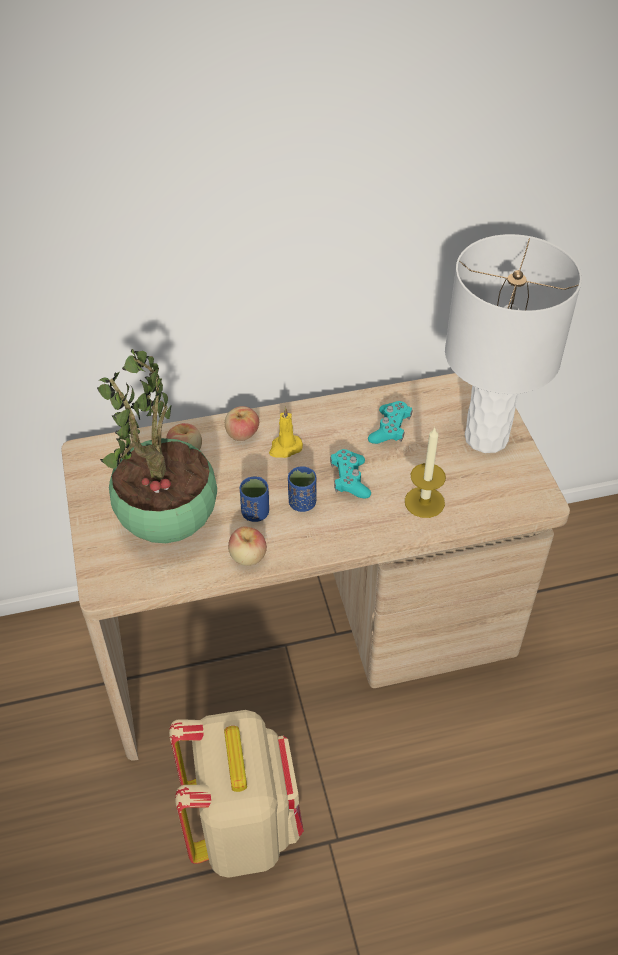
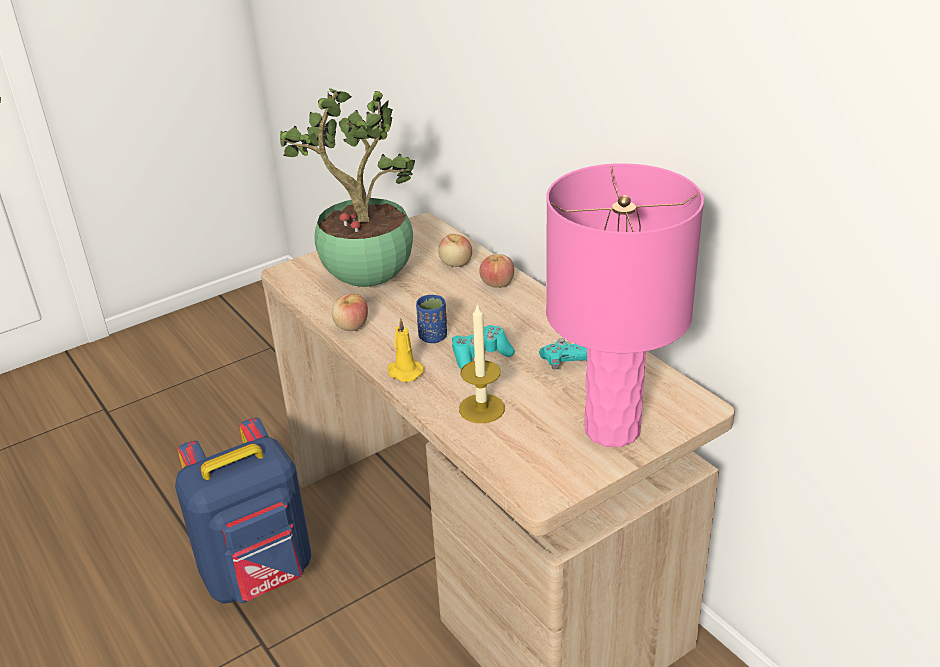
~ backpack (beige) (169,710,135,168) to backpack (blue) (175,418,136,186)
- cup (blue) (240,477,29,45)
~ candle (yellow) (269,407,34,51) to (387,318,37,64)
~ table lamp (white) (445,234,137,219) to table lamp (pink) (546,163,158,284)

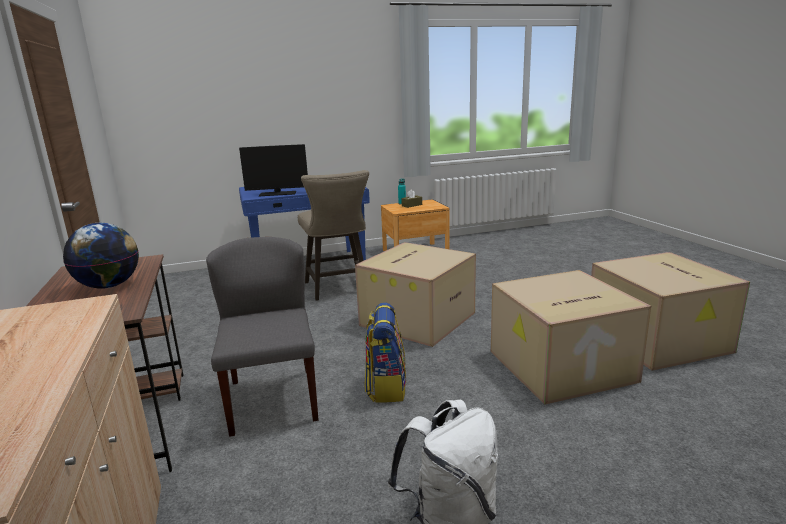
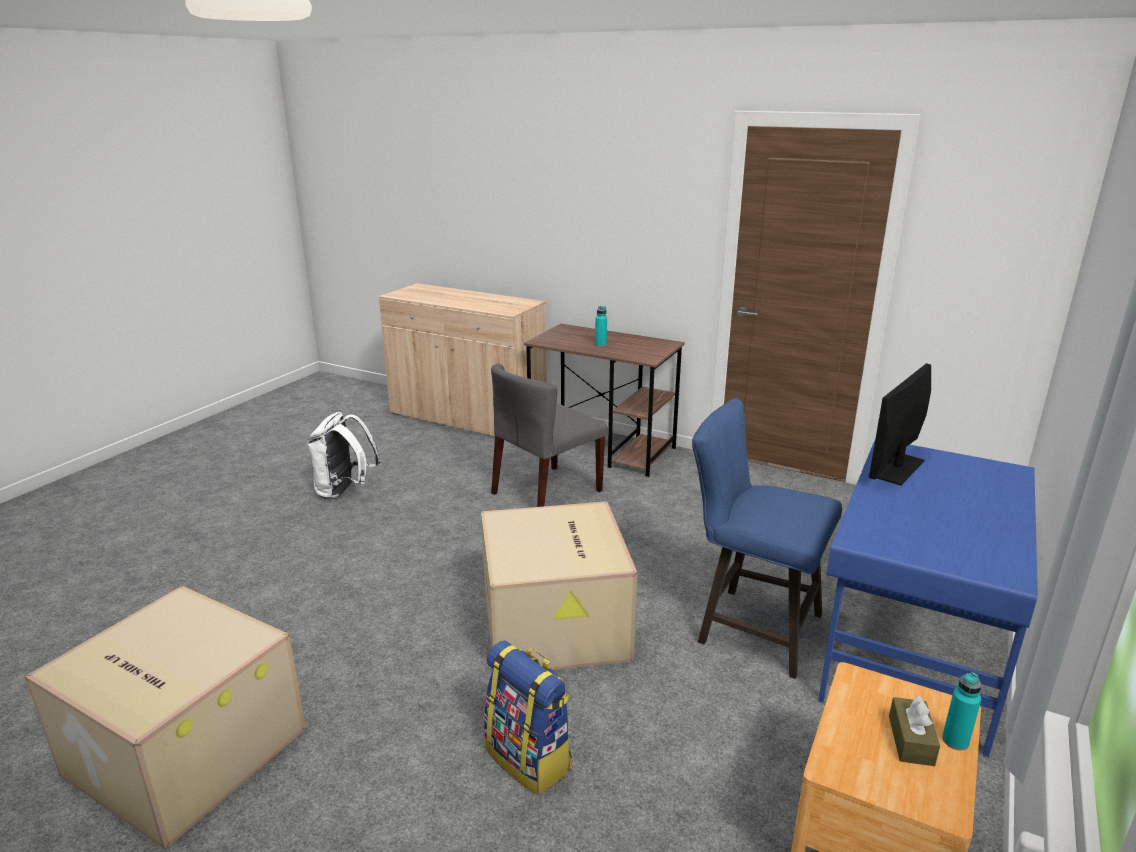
~ globe (63,223,76,66) to bottle (turquoise) (595,306,12,41)
~ chair (grey) (206,237,113,200) = (491,364,117,143) 105 degrees clockwise
~ stool (beige) (298,170,71,131) to stool (blue) (692,398,150,281)
~ backpack (365,303,41,99) to (484,640,88,155)
- cardboard box (491,270,160,135)

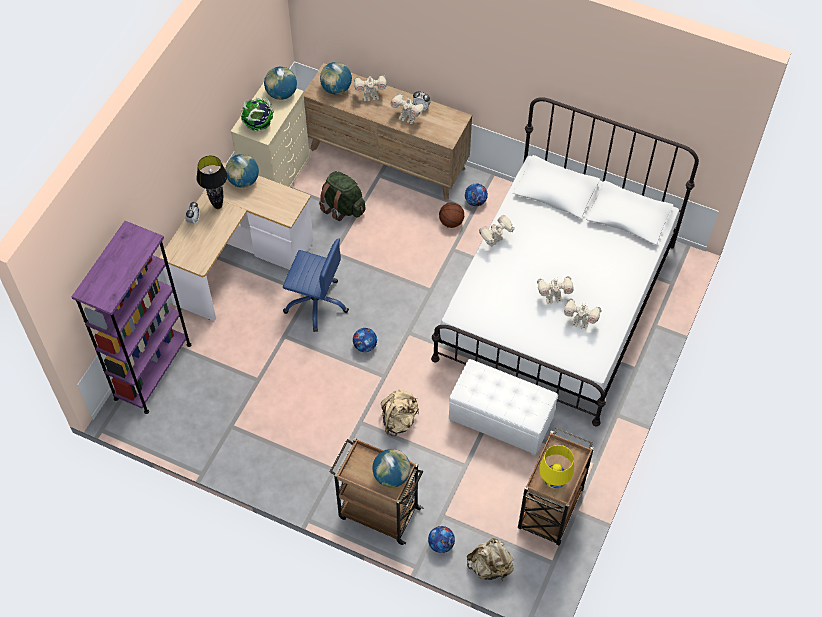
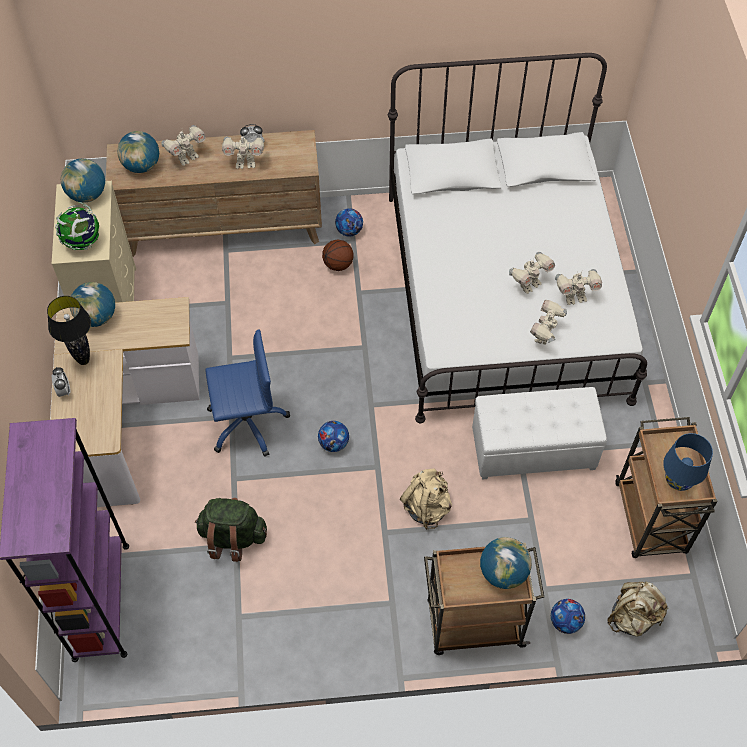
~ backpack (green) (319,171,47,50) to (195,498,72,64)
~ toy robot (479,215,36,32) to (530,300,37,45)
~ table lamp (yellow) (539,445,35,44) to table lamp (blue) (663,433,50,58)

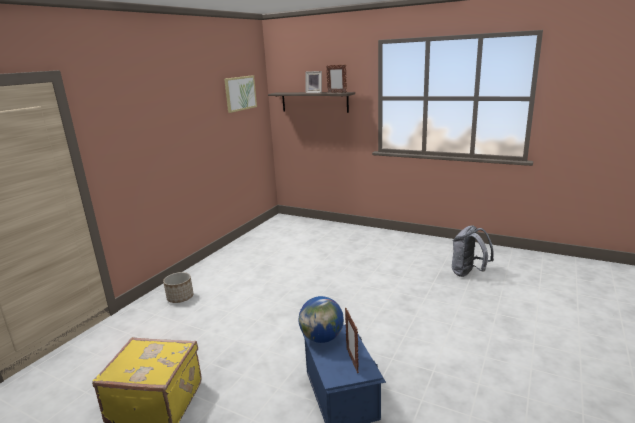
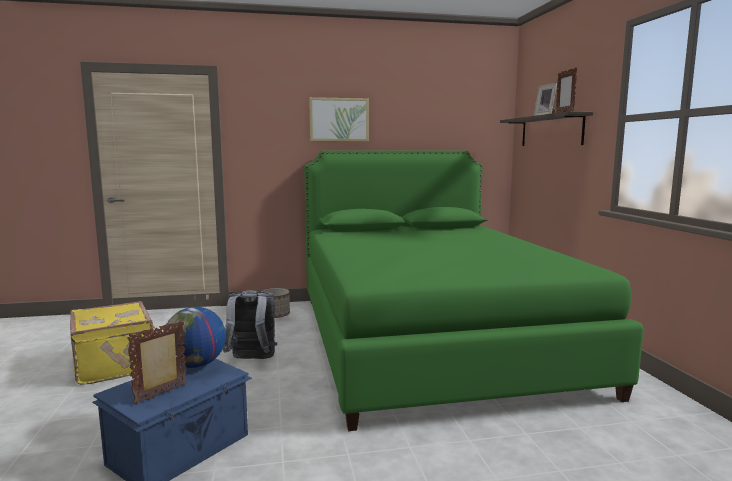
~ picture (224,75,33,38) to (309,97,60,44)
~ backpack (grey) (452,225,42,52) to (223,290,54,69)
+ bed (green) (304,151,340,280)

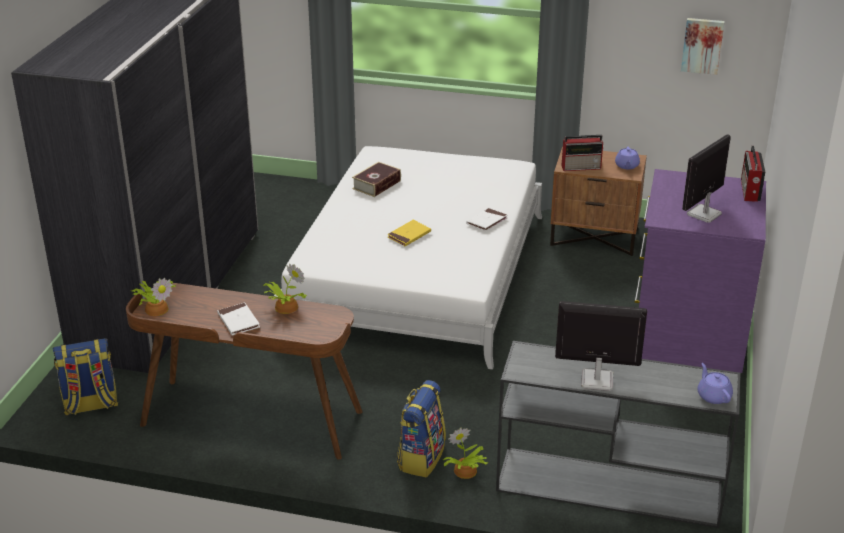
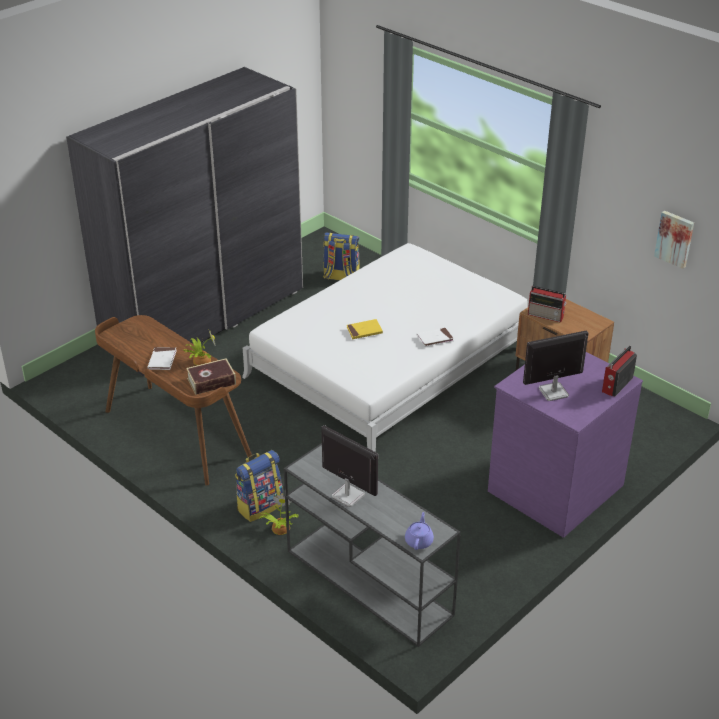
~ backpack (52,338,66,77) to (323,232,37,48)
- potted plant (132,277,44,39)
~ book (352,162,49,35) to (186,358,50,37)
- teapot (purple) (615,147,25,22)

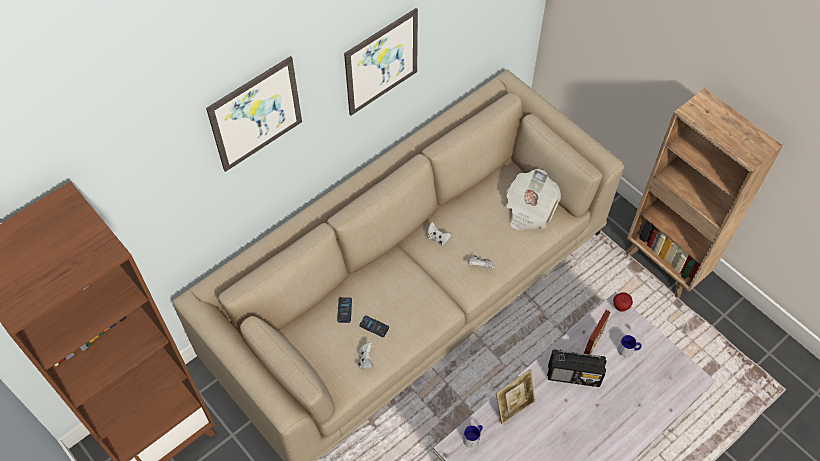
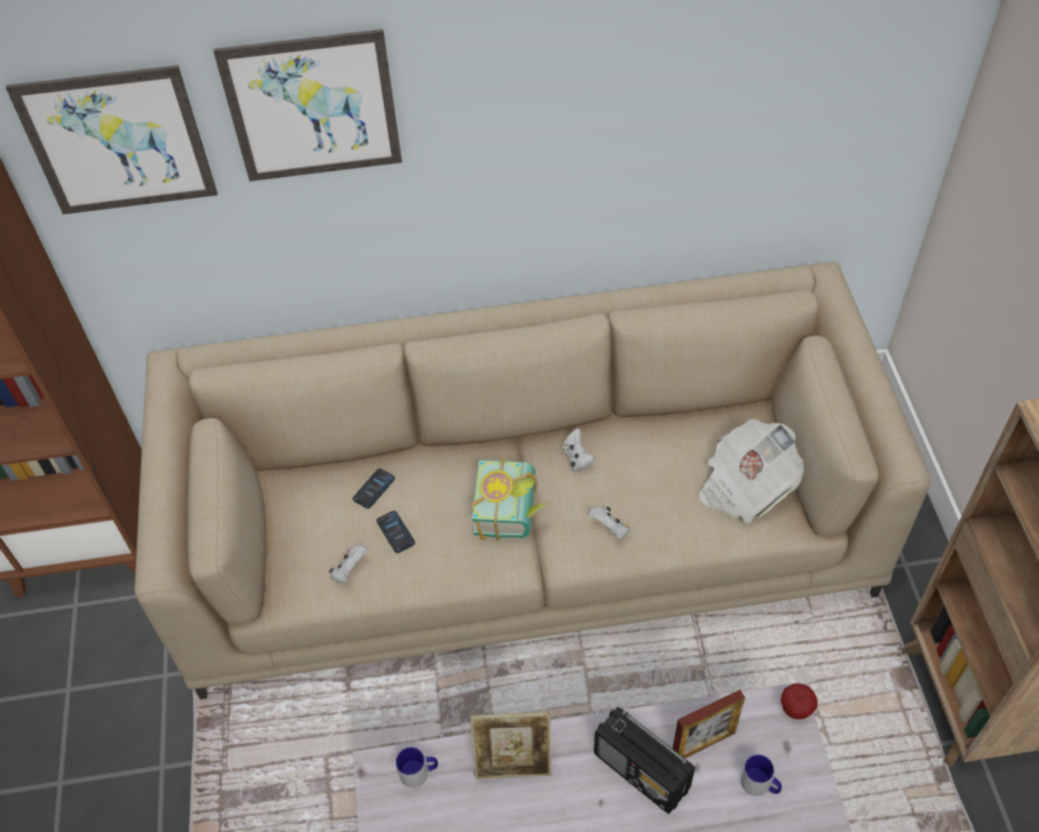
~ picture (344,8,74,107) to (6,65,211,149)
+ book (471,458,77,82)

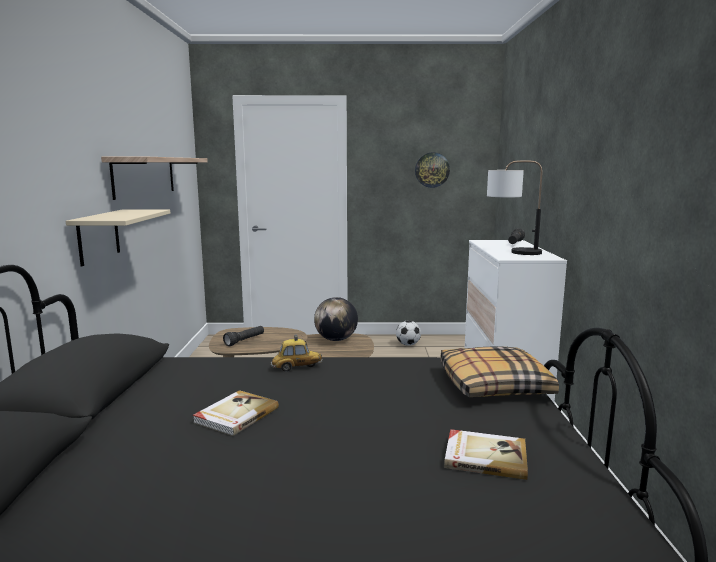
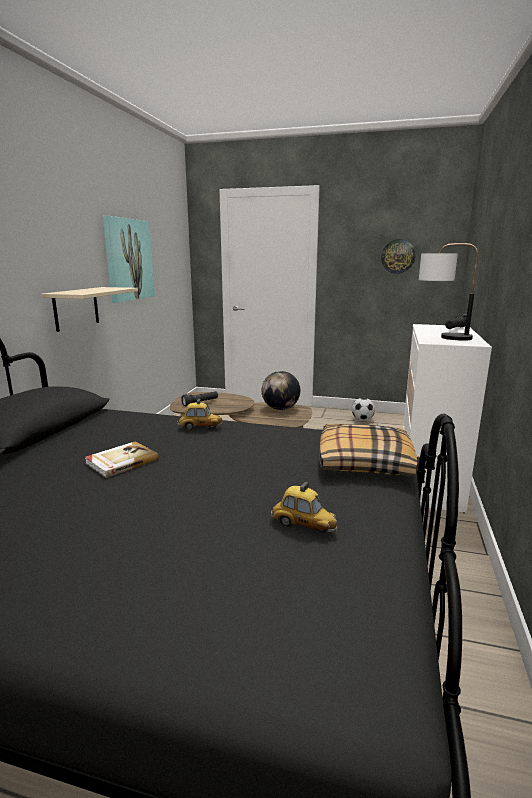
~ shelf (101,157,107,43) to picture (103,215,52,88)
~ book (444,429,84,51) to toy car (271,482,68,51)

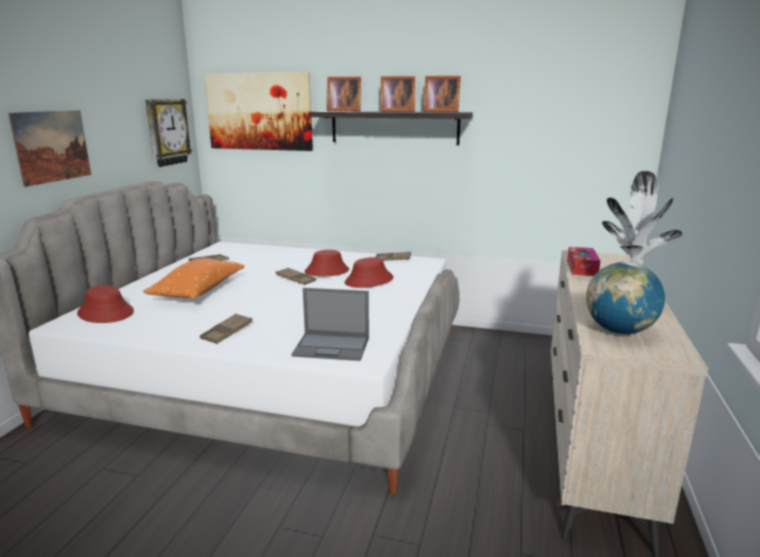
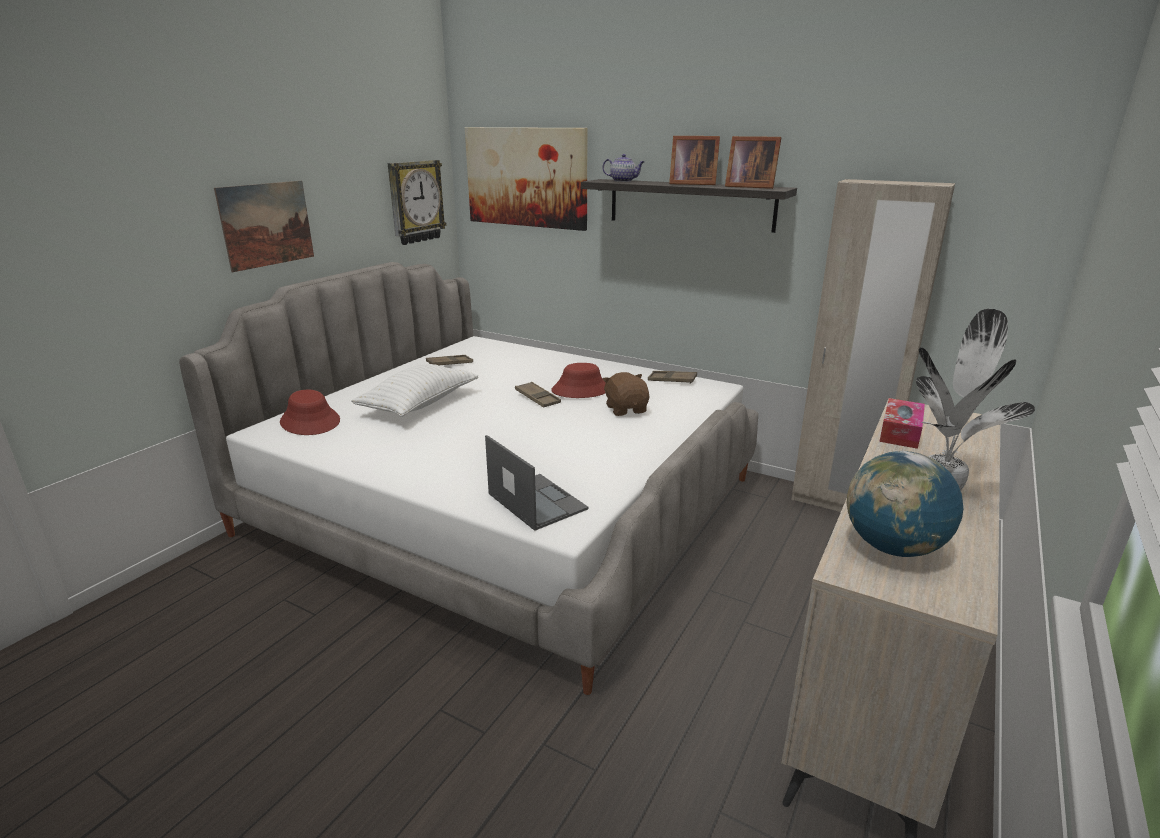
~ pillow (orange) (143,258,101,41) to pillow (white) (351,364,127,53)
- tray (brown) (200,314,52,30)
~ laptop (291,288,78,73) = (485,435,103,96) 150 degrees counterclockwise
~ picture frame (327,77,34,34) to teapot (602,154,42,28)
~ hat (red) (345,257,49,31) to plush toy (brown) (602,372,47,44)
+ wardrobe (beige) (791,179,164,333)

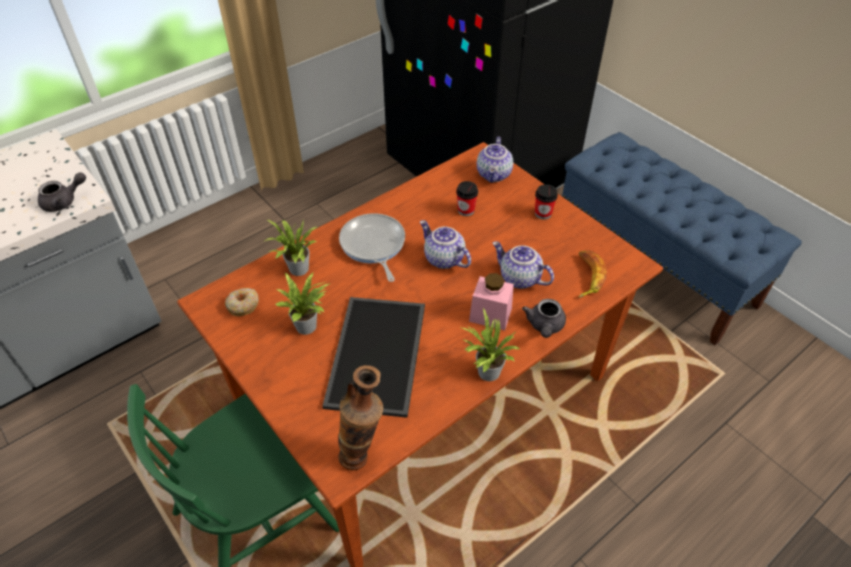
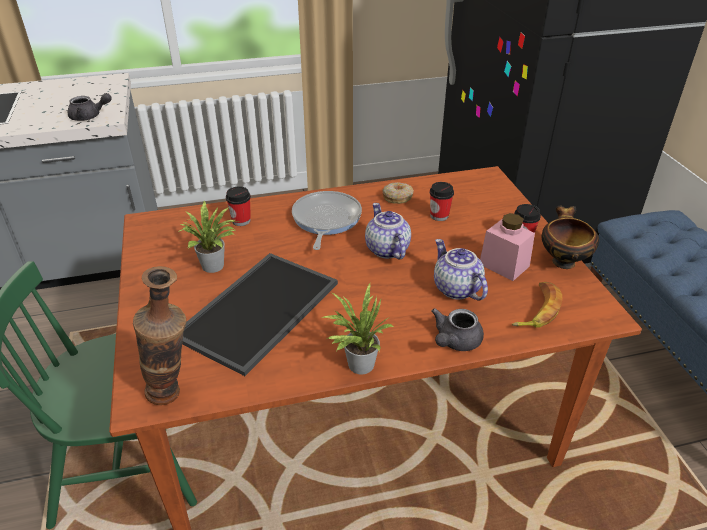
~ donut (225,288,34,28) to (383,182,31,22)
~ potted plant (265,219,52,57) to cup (226,186,25,40)
~ jar (pink) (469,273,45,57) to (480,213,55,68)
- teapot (477,137,36,46)
+ bowl (542,206,57,63)

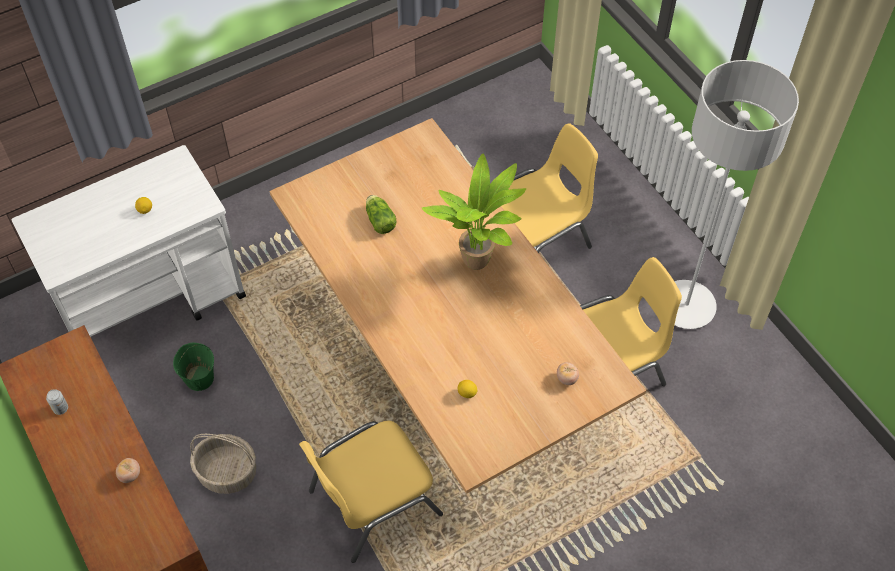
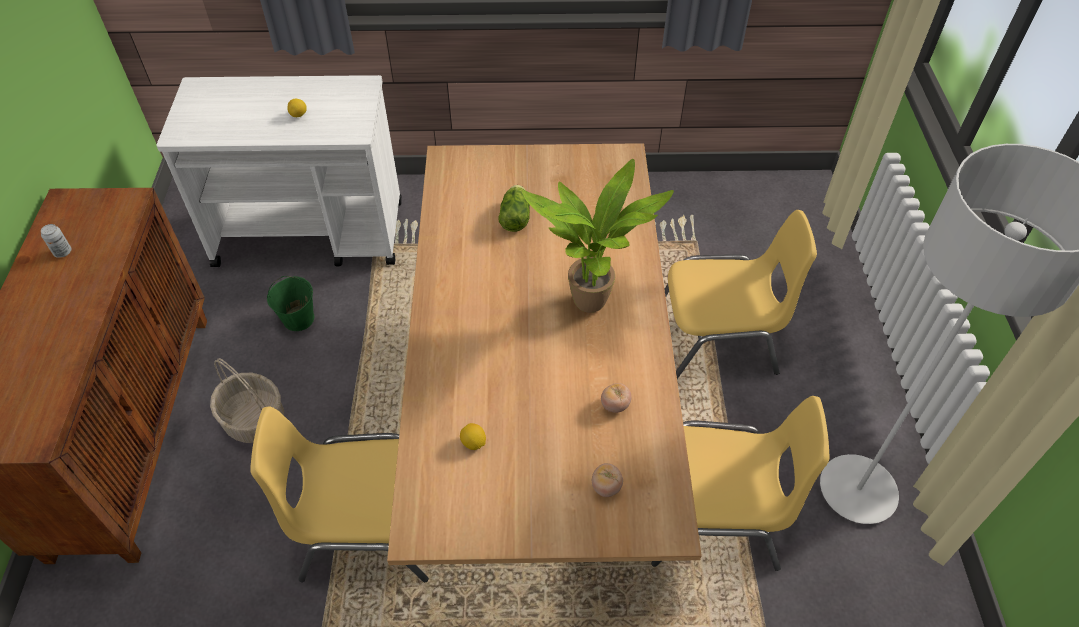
~ tomato (116,458,24,25) to (601,383,30,30)

